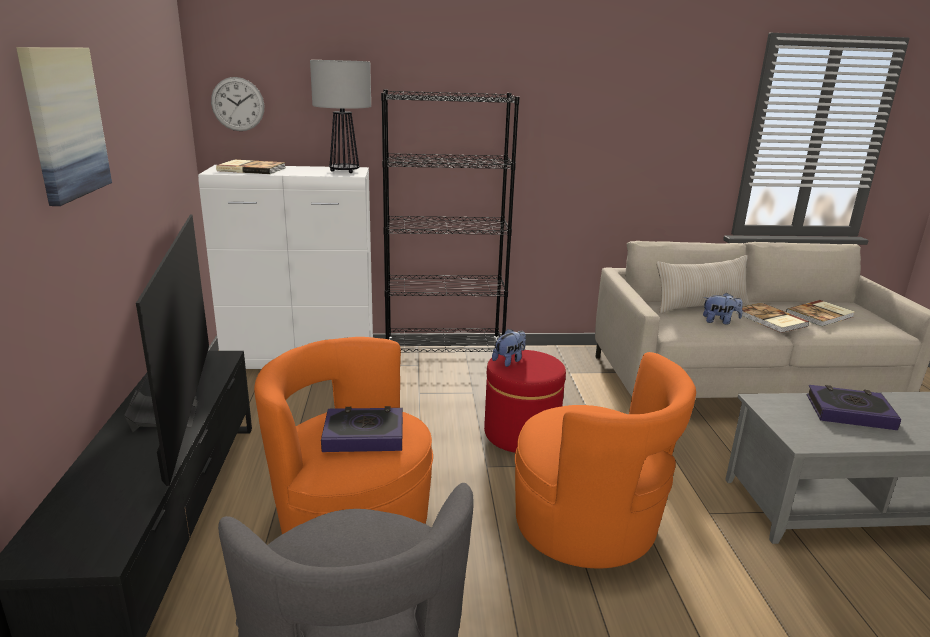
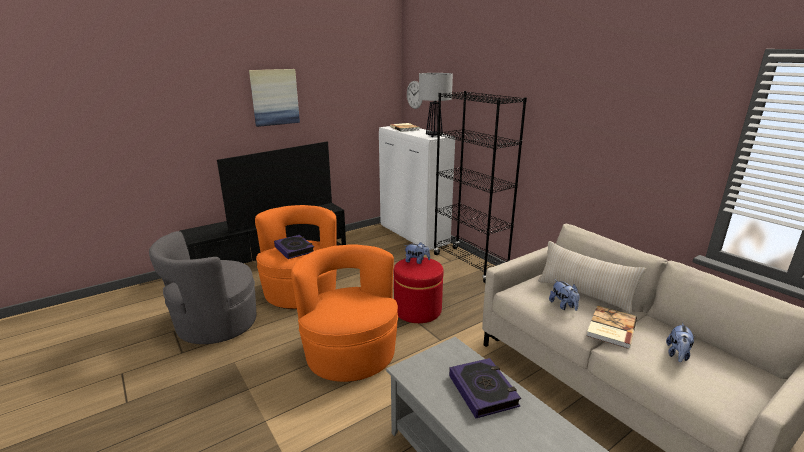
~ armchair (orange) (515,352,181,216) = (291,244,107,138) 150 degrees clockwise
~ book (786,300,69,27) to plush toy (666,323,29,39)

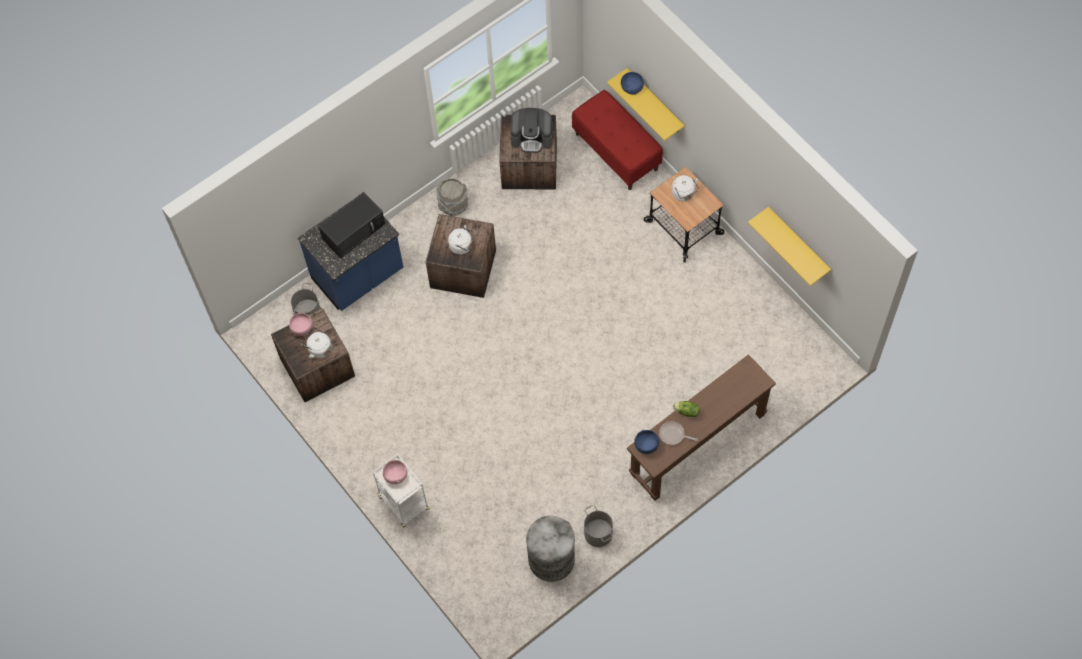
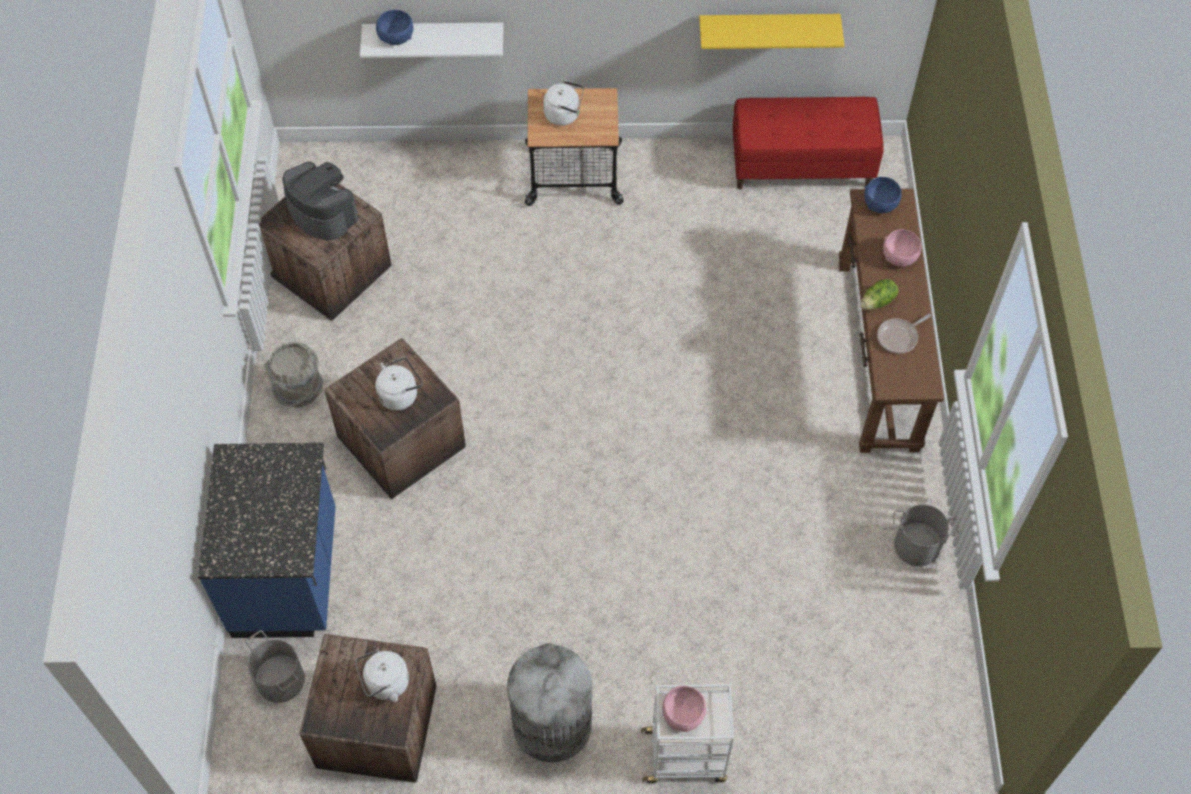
~ bowl (pink) (289,313,24,23) to (883,229,38,38)
- microwave (black) (318,192,67,66)
~ coffee machine (510,108,43,45) = (282,162,77,78) 90 degrees counterclockwise
~ trash can (grey) (526,516,49,66) to (507,643,86,119)
~ bench (red) (572,90,91,100) to (732,97,152,92)
~ shelf (yellow) (607,68,78,73) to shelf (white) (360,22,143,36)
~ bowl (blue) (634,430,25,24) to (864,177,38,36)

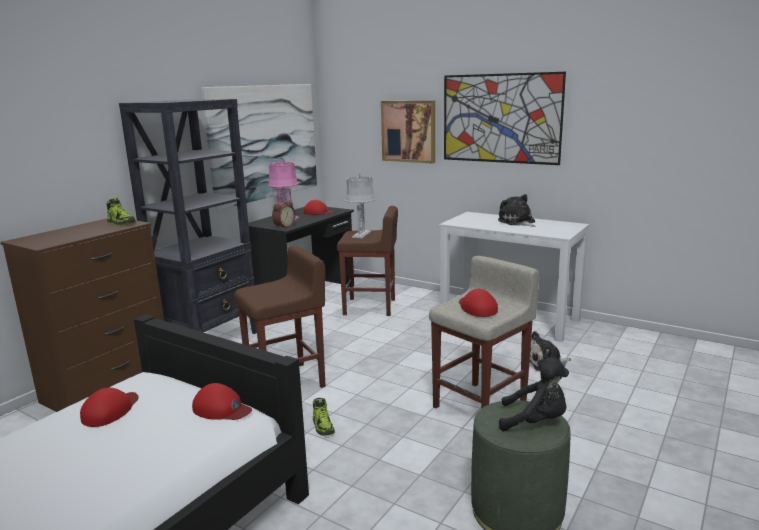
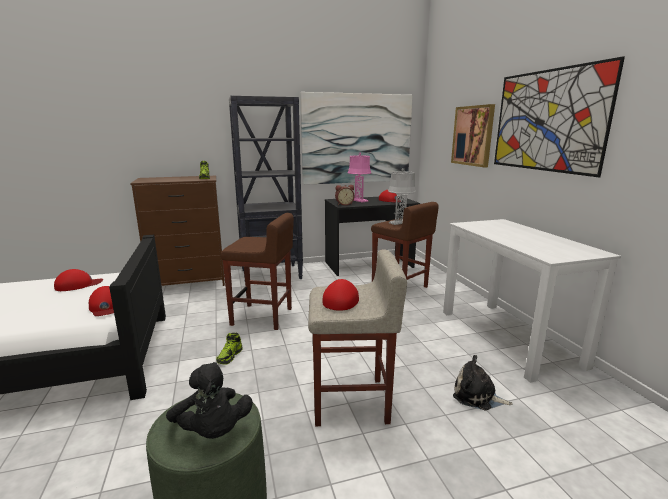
- plush toy (498,194,38,33)

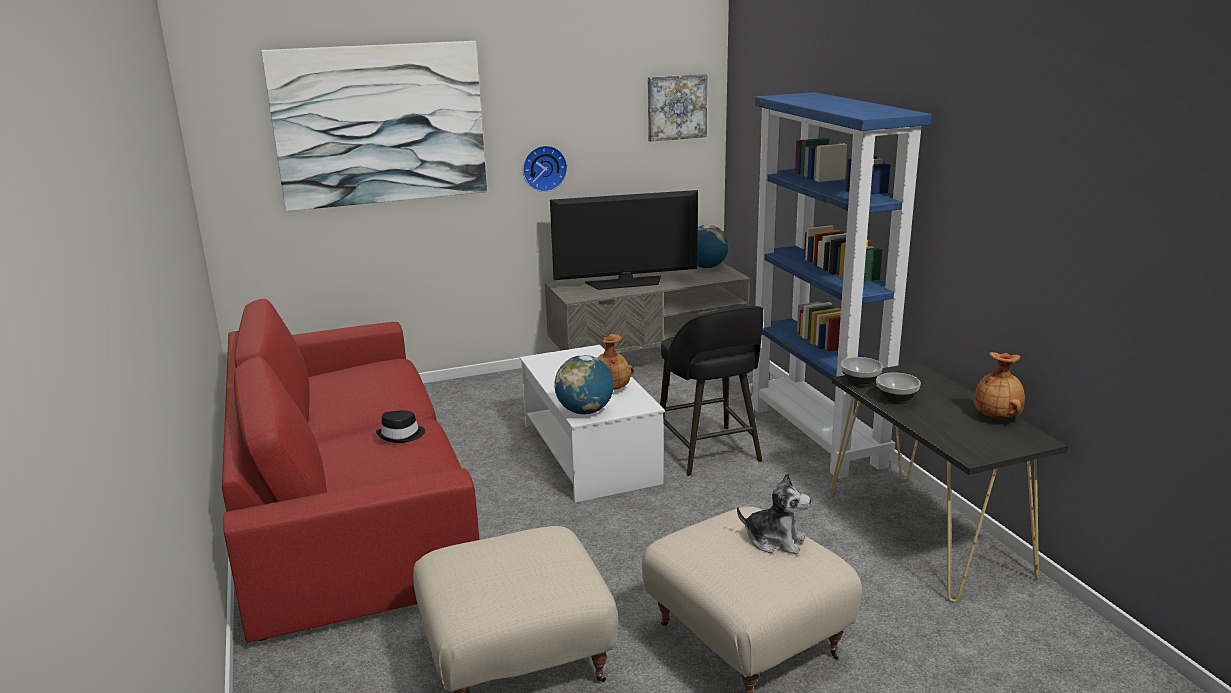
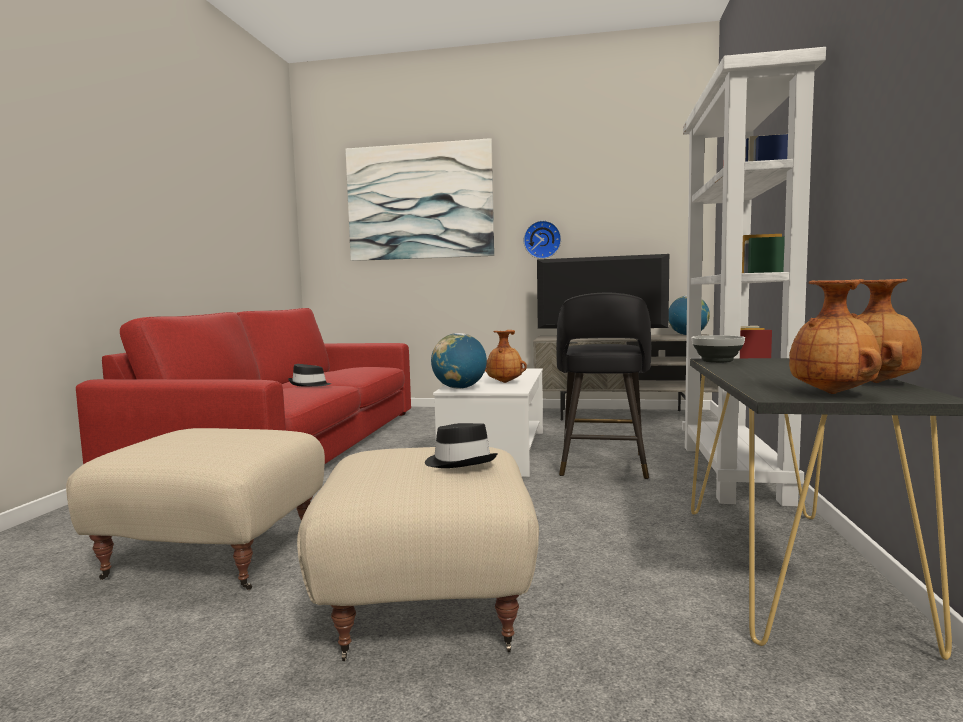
- picture (648,74,59,68)
~ plush toy (737,473,74,81) to hat (black) (425,423,73,45)
~ bookcase (blue) (749,92,183,387) to bookcase (white) (682,47,144,460)
- bowl (876,372,45,32)
+ vase (brown) (789,279,93,115)

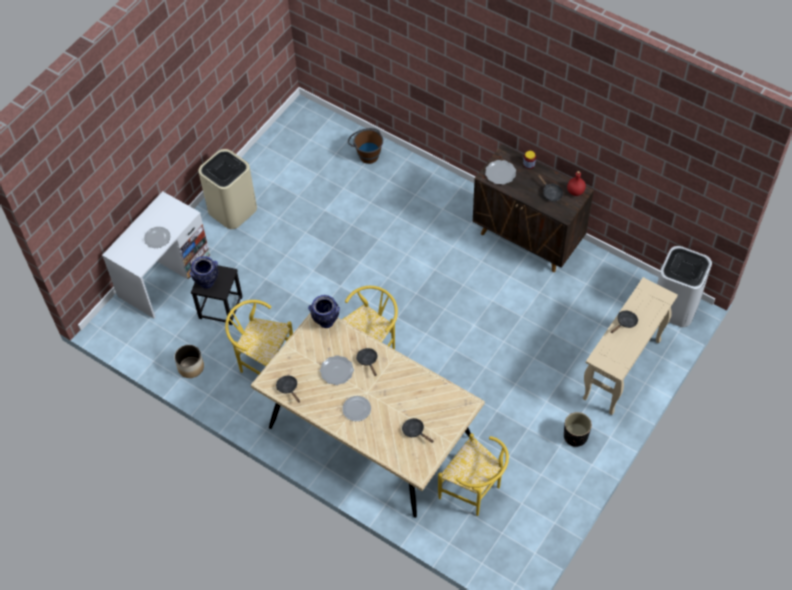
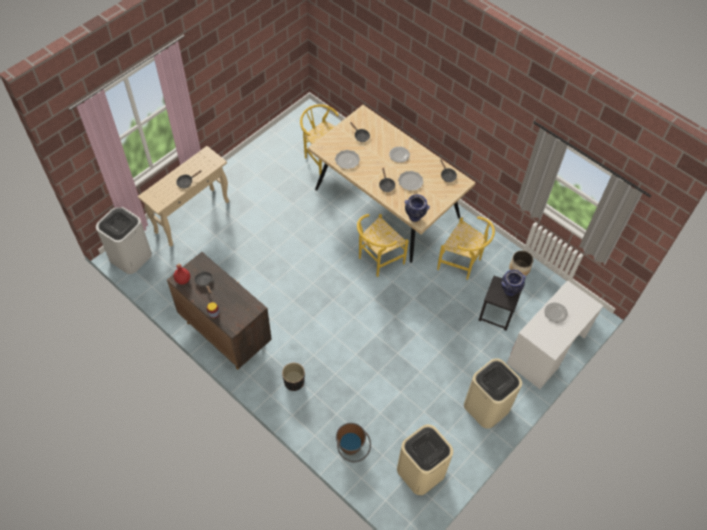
~ plate (485,160,31,25) to (335,150,25,19)
~ planter (black) (564,412,28,35) to (282,363,23,28)
+ trash can (beige) (397,424,56,71)

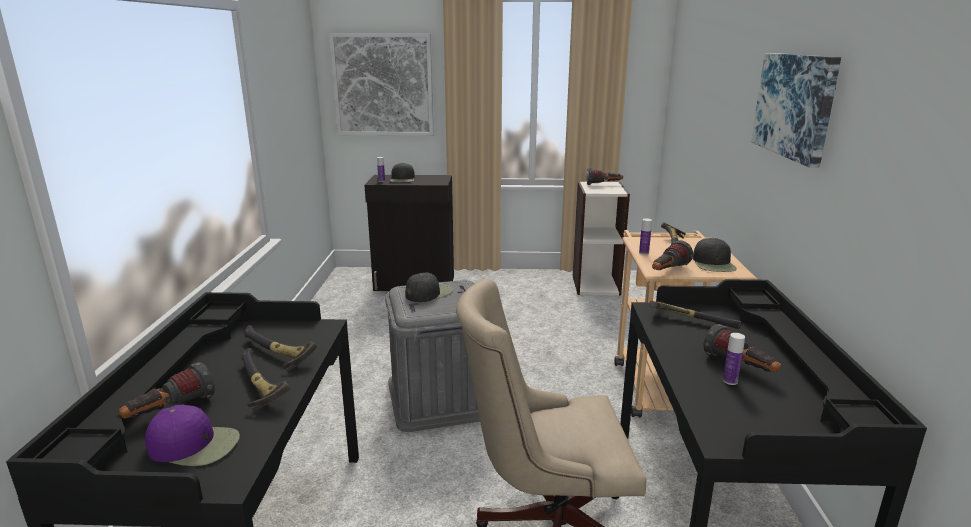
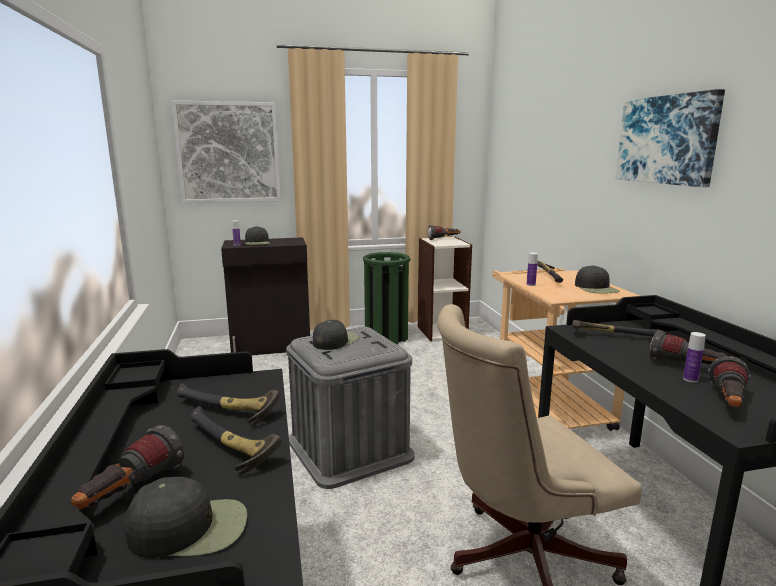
~ cap (purple) (145,405,95,61) to cap (black) (124,477,123,81)
~ flashlight (652,240,41,30) to (708,356,43,51)
+ trash can (green) (363,252,47,92)

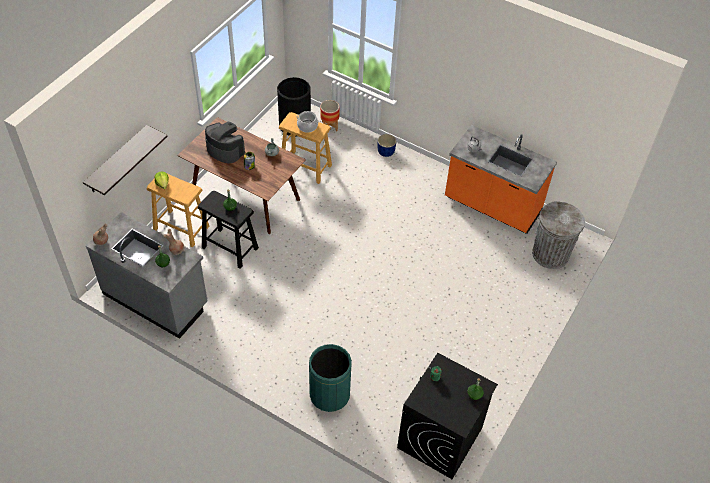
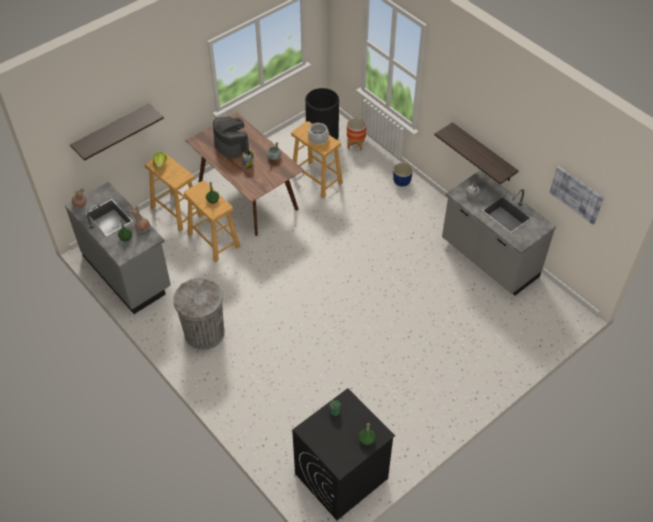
~ stool (black) (198,191,61,78) to stool (beige) (184,181,56,81)
- trash can (green) (309,344,43,68)
~ counter (orange) (445,125,112,109) to counter (grey) (442,170,114,125)
~ trash can (grey) (532,201,53,68) to (173,278,52,72)
+ shelf (434,122,85,62)
+ picture (549,166,55,58)

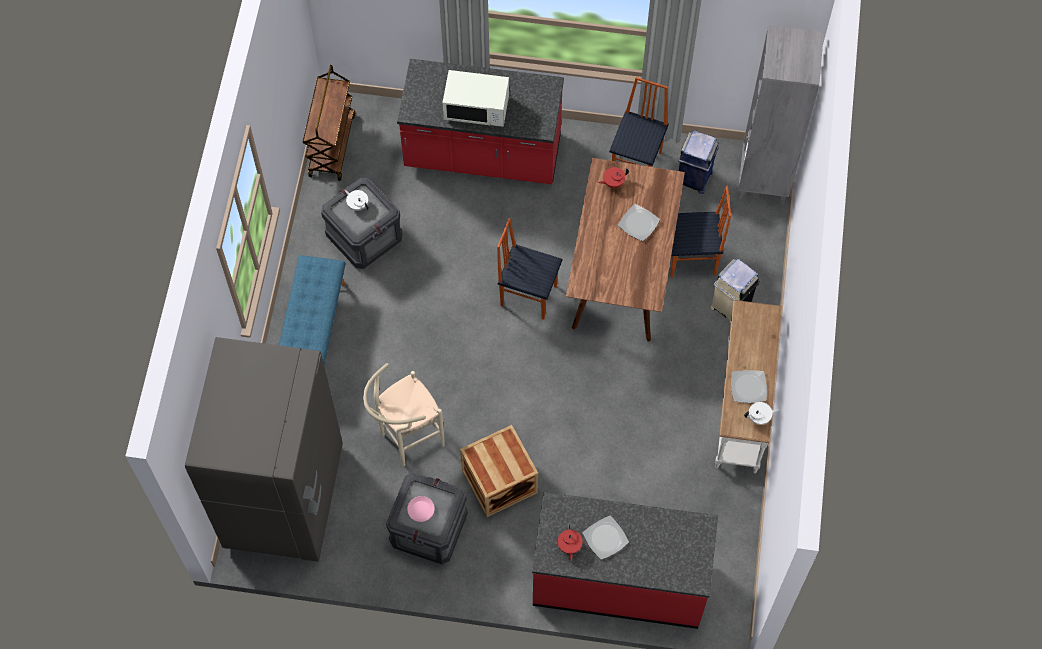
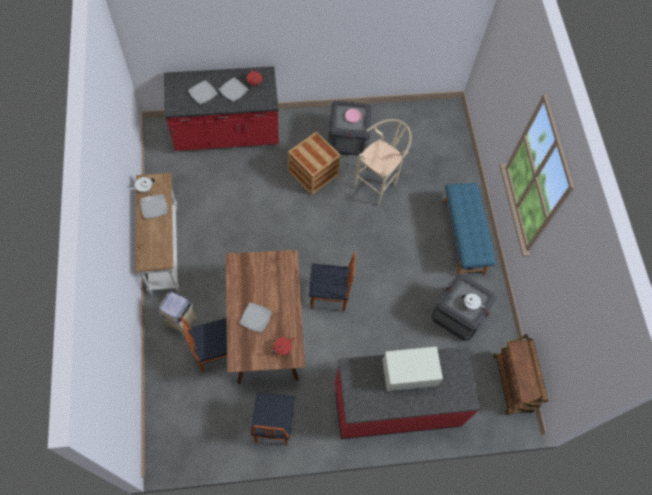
- fridge (grey) (185,337,158,225)
- trash can (blue) (678,130,41,64)
- bookcase (grey) (738,25,86,179)
+ plate (188,80,30,24)

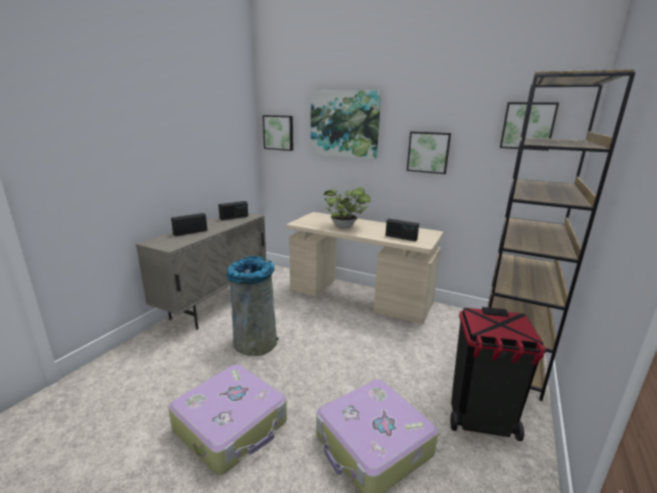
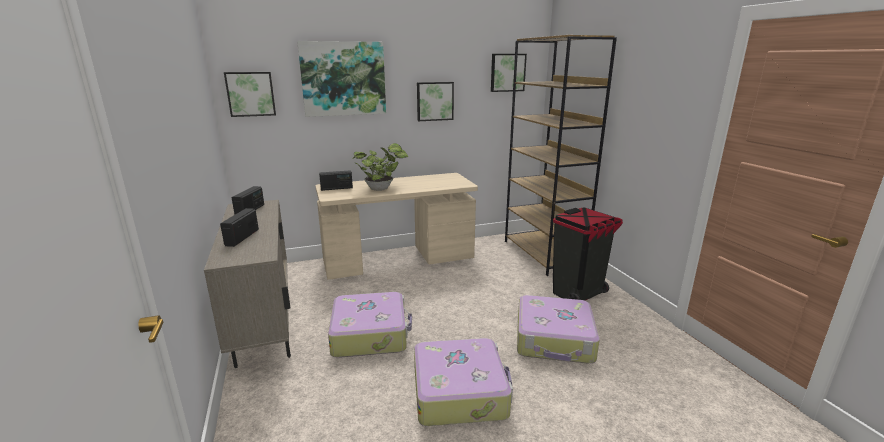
~ trash can (grey) (227,256,52,100) to suitcase (328,292,84,66)
~ radio (385,219,34,22) to (319,170,34,21)

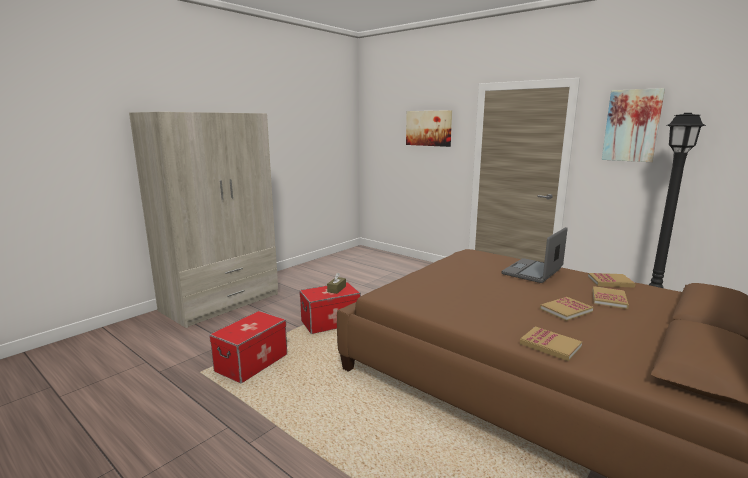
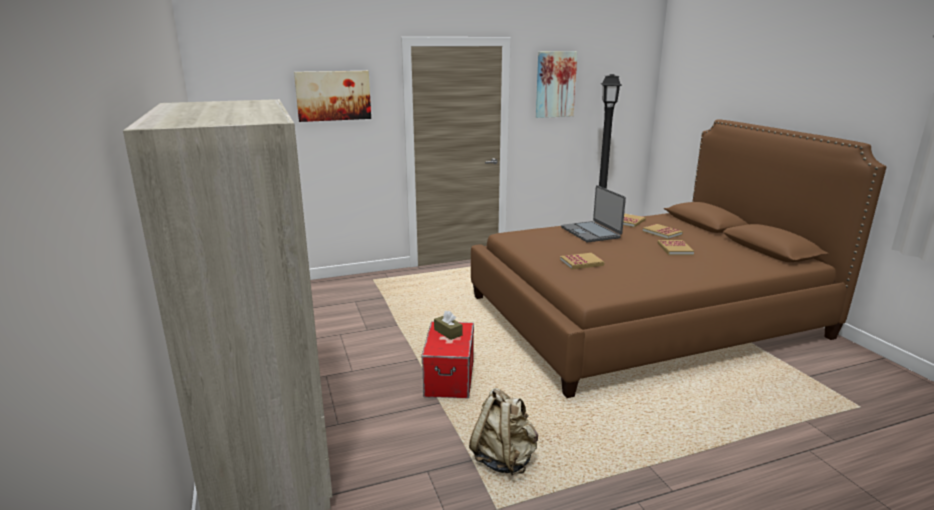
~ storage box (209,311,78,73) to backpack (beige) (469,388,69,87)
~ book (520,326,62,35) to (560,253,44,17)

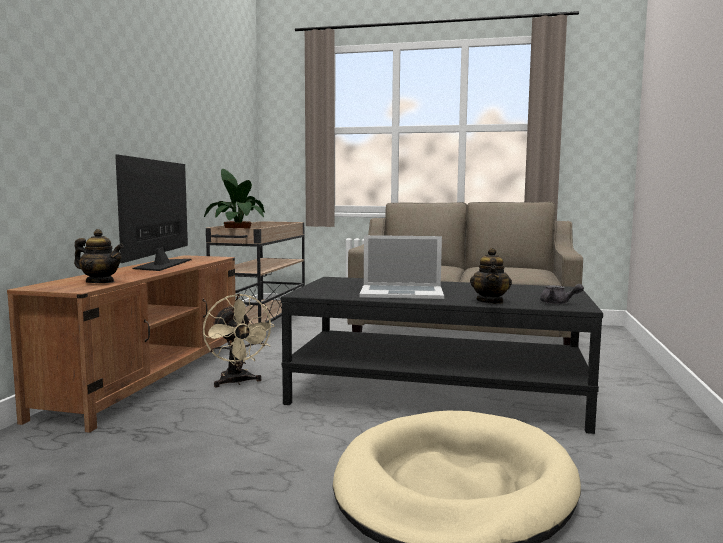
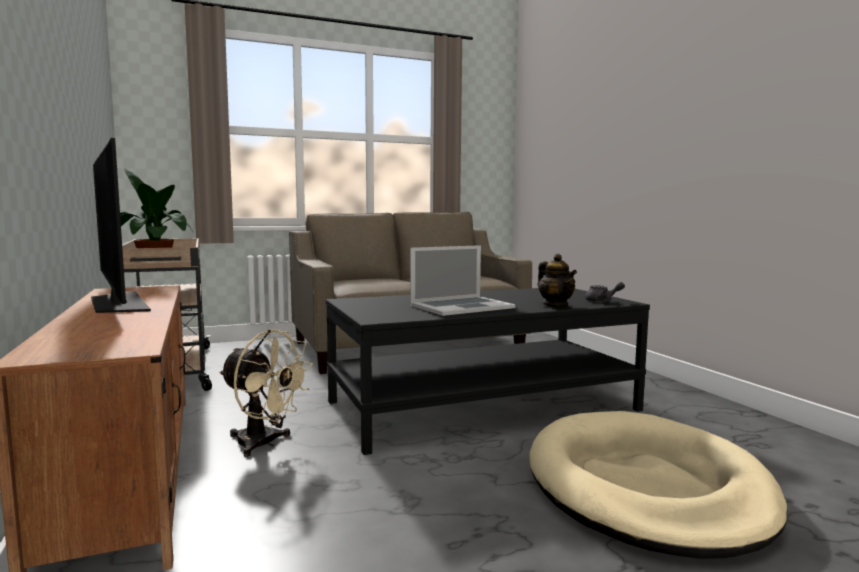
- teapot (74,229,50,54)

